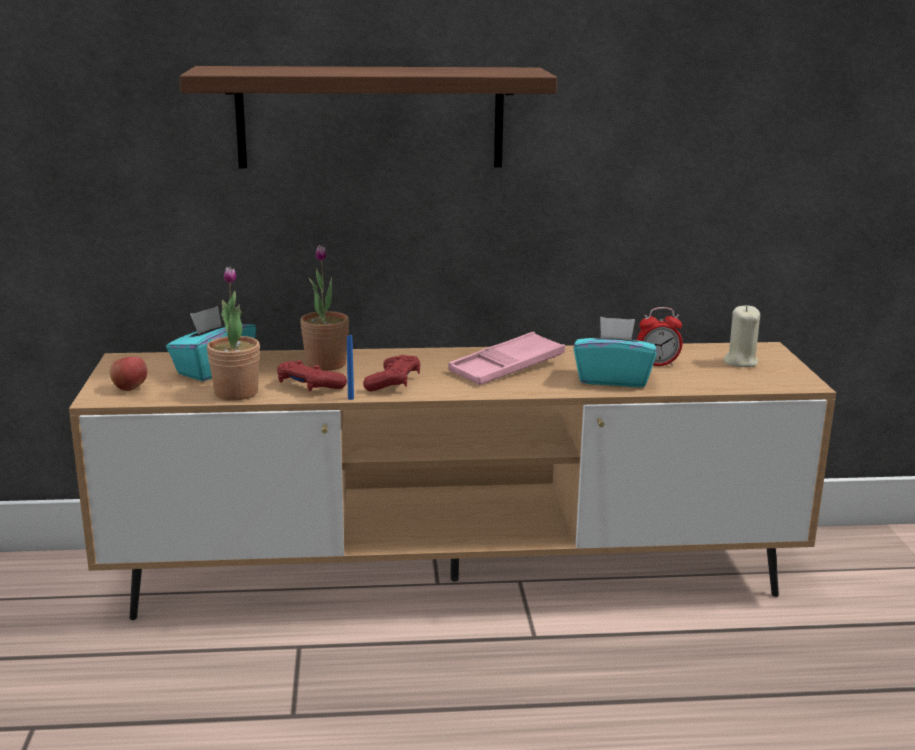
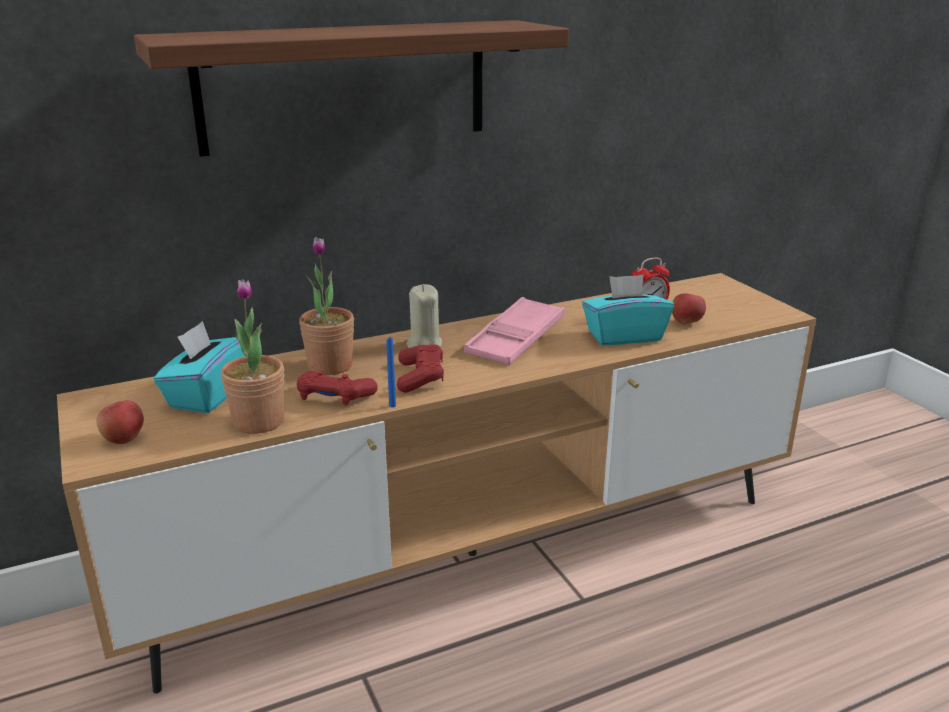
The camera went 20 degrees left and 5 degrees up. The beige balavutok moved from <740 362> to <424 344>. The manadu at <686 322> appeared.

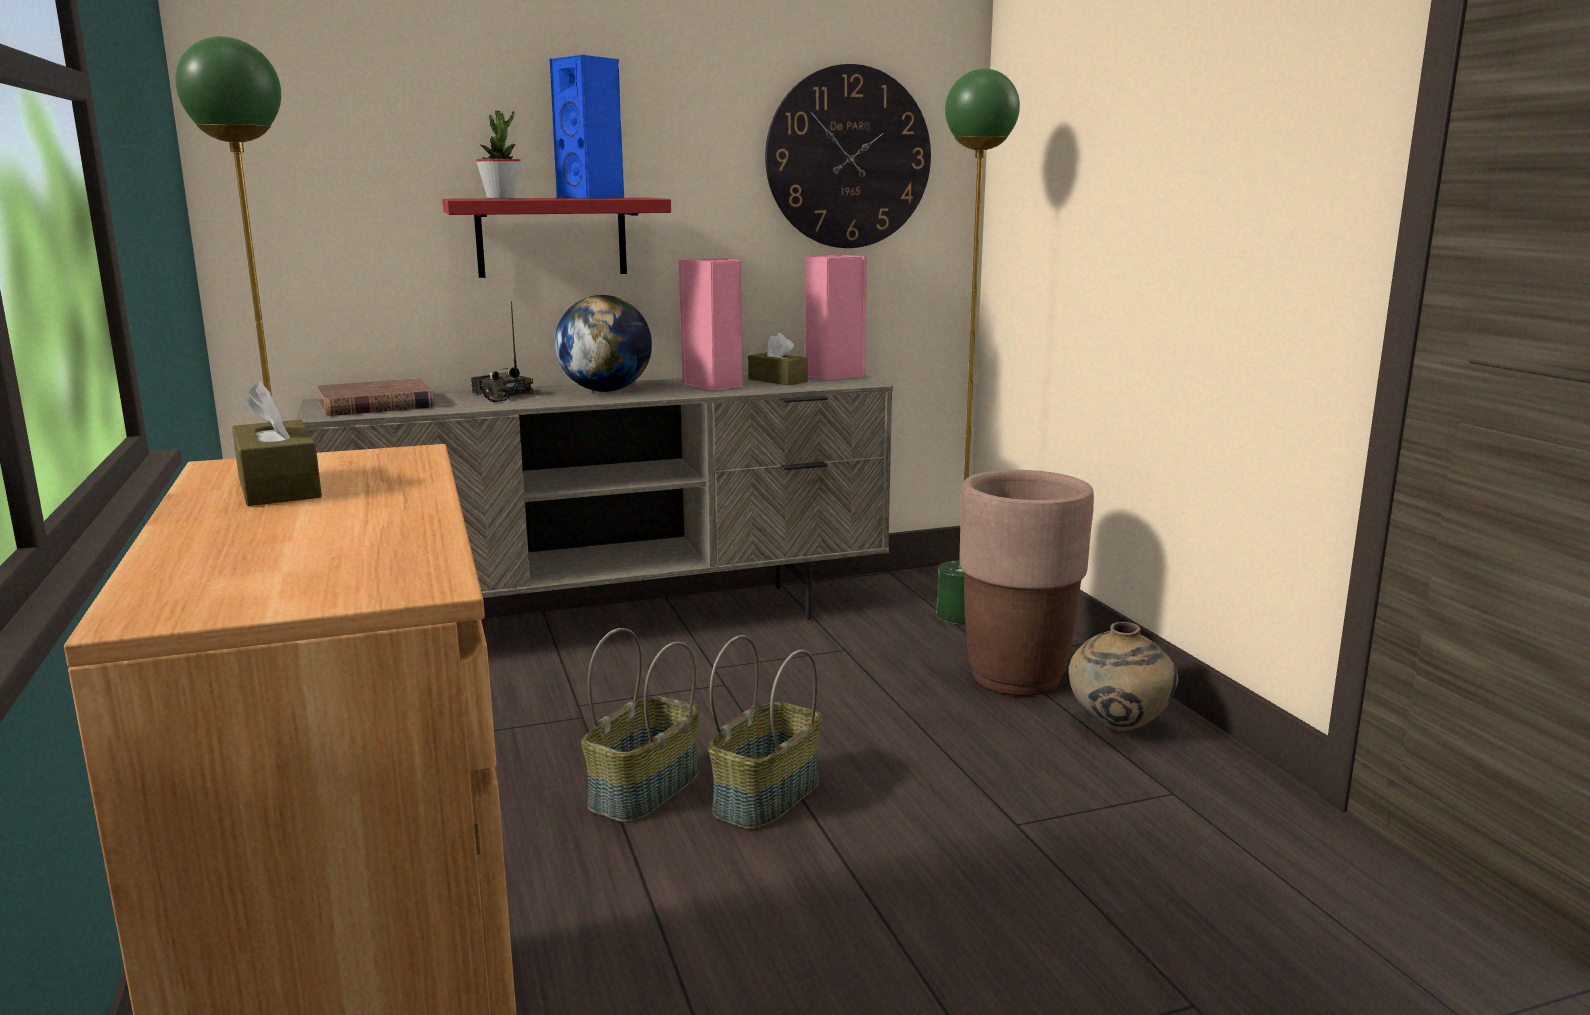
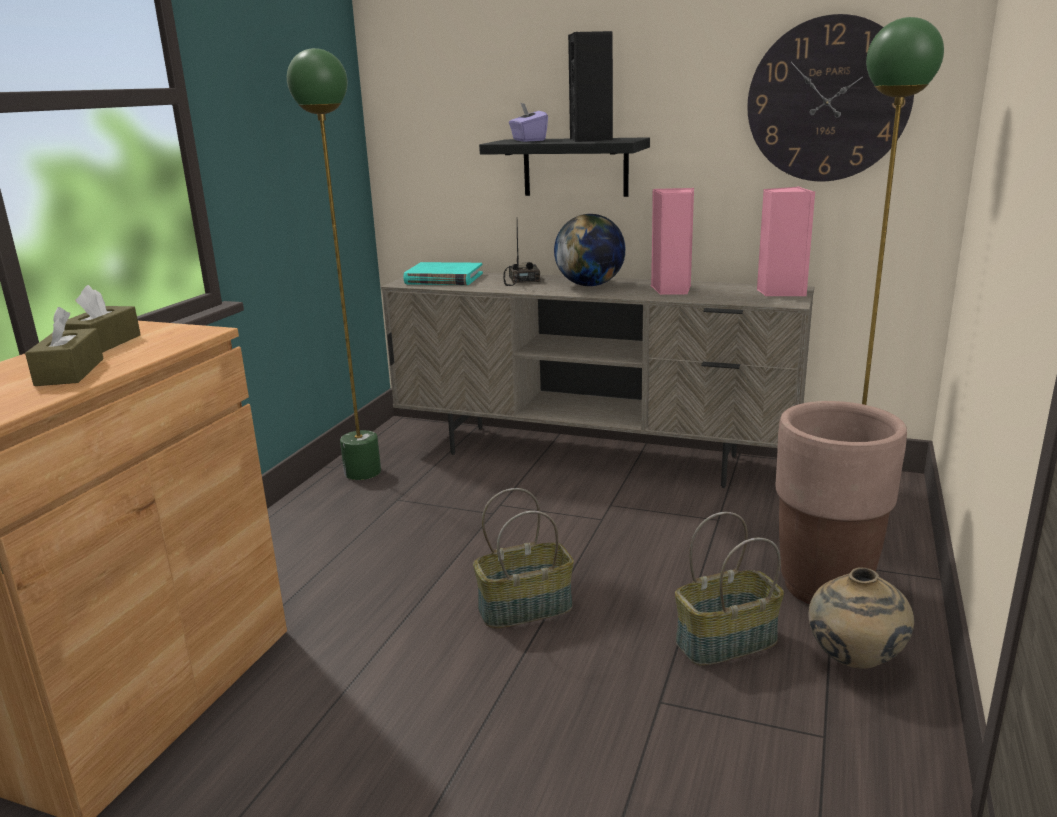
The camera went 40 degrees right and 5 degrees up. The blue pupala at <593 197> became the black pupala at <591 140>. The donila at <501 198> was replaced by the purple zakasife at <528 140>. The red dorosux at <551 237> became the black dorosux at <575 167>. The brown zakasife moved from <777 380> to <70 372>. The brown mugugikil at <376 404> became the turquoise mugugikil at <443 278>. The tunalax moved from <645 791> to <726 643>.

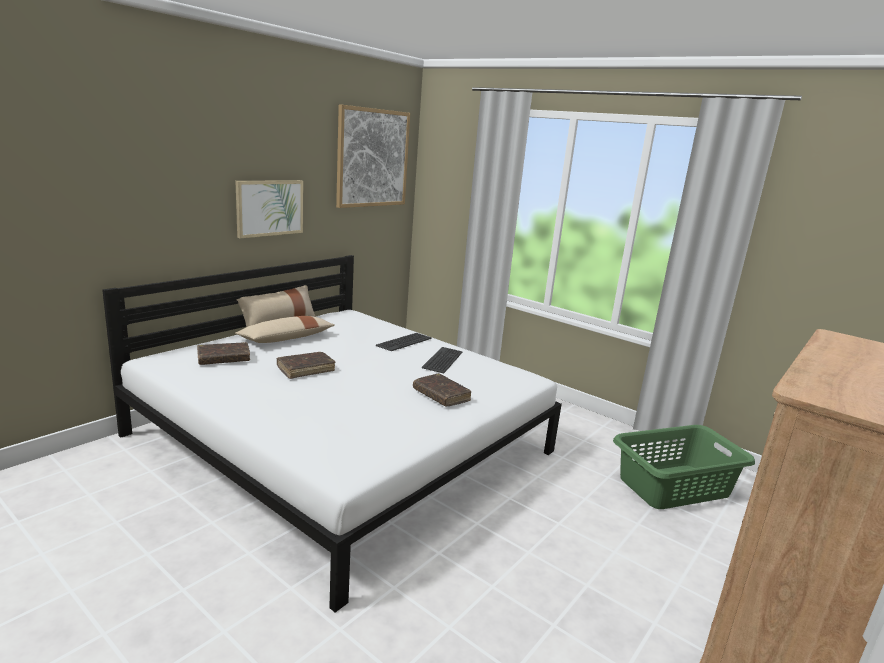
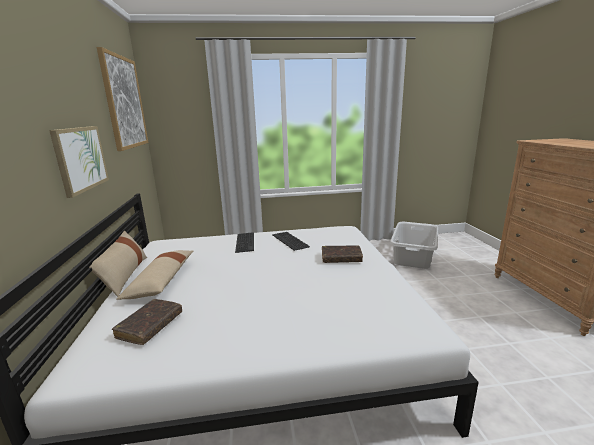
The camera went 45 degrees left and 0 degrees up. The brown mugugikil at <305 369> disappeared. The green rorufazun at <675 487> became the grey rorufazun at <413 256>.

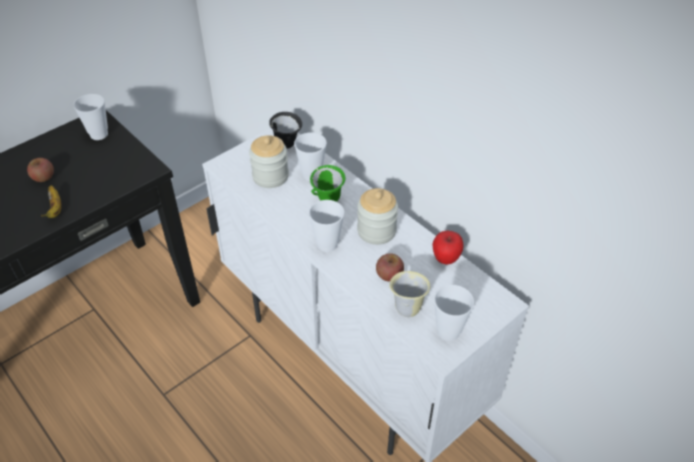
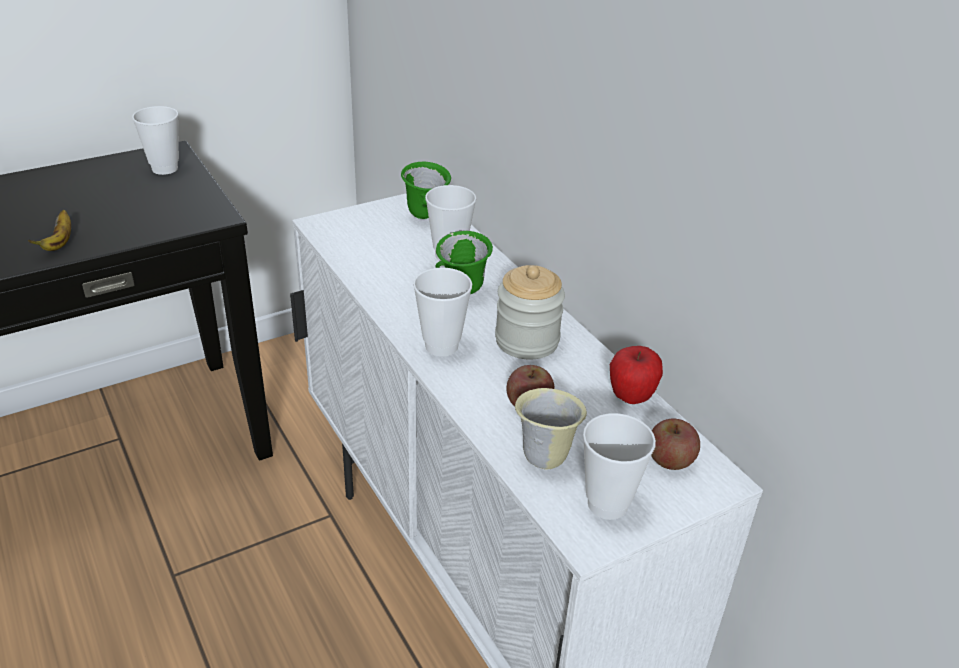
The camera went 10 degrees right and 10 degrees down. The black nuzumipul at <287 146> became the green nuzumipul at <426 216>. The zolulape at <270 176> disappeared. The manadu moved from <43 177> to <670 460>.

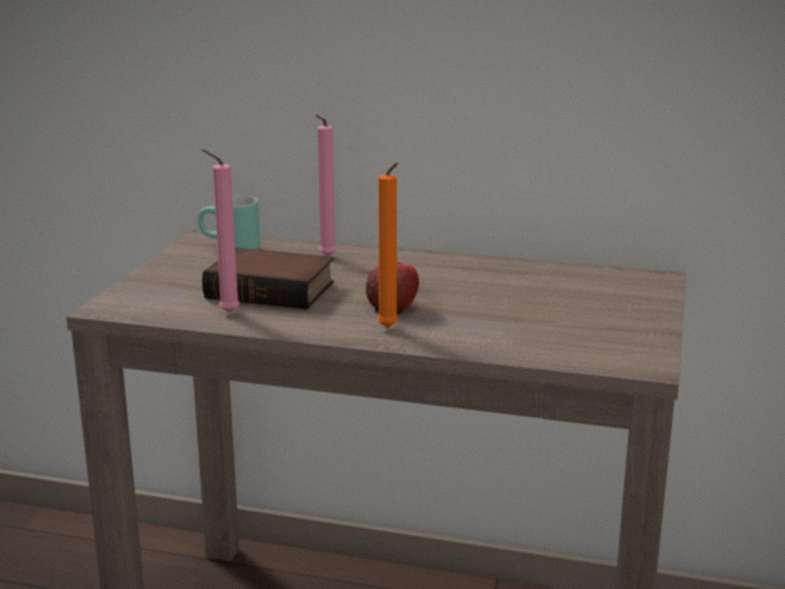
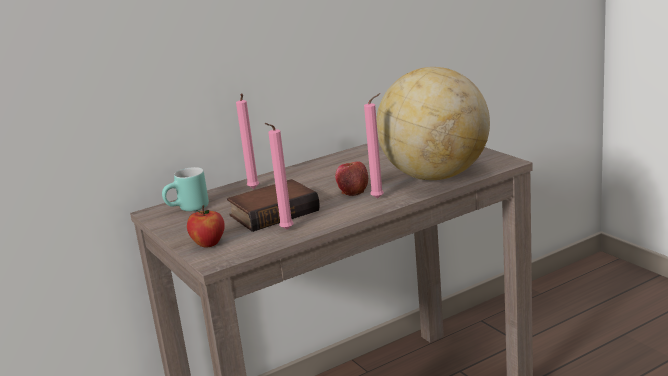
The camera went 45 degrees left and 0 degrees up. The orange balavutok at <389 329> became the pink balavutok at <379 198>. The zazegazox at <435 176> appeared. The manadu at <208 244> appeared.

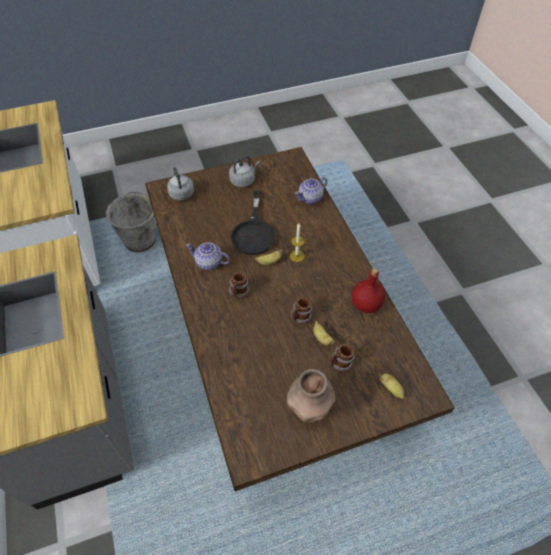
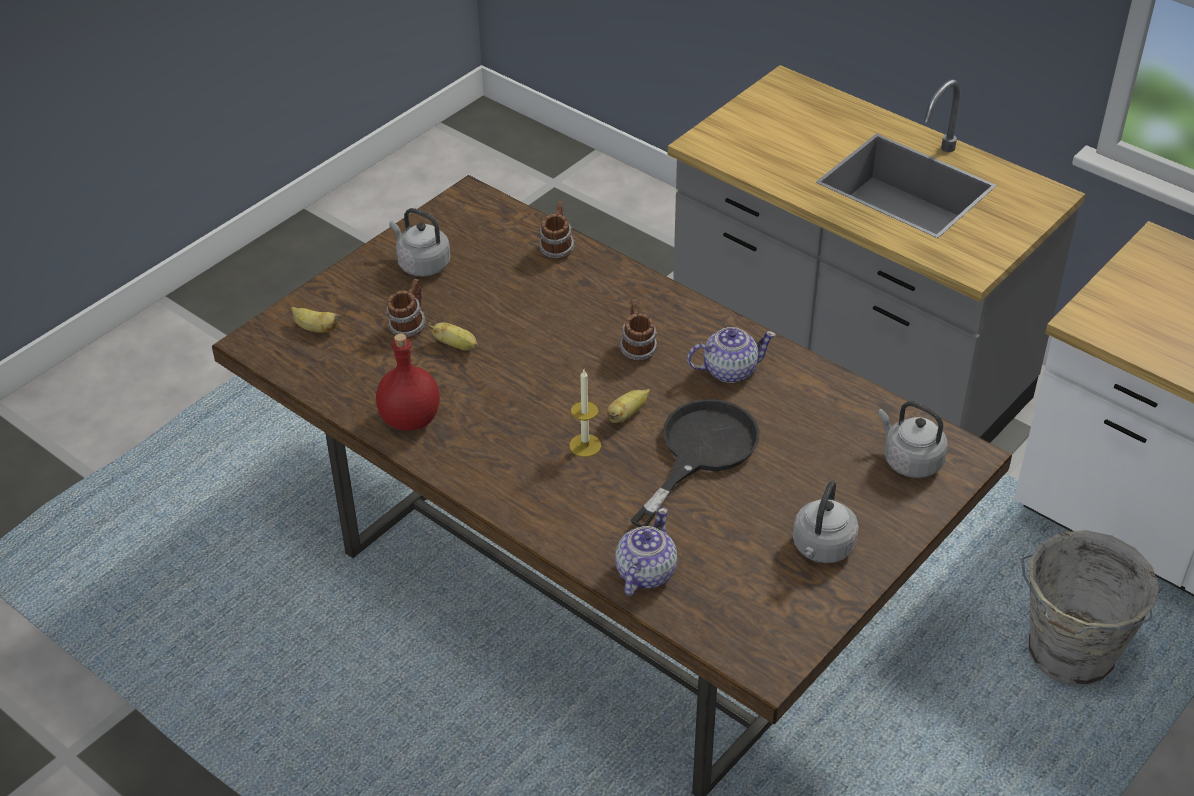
The camera went 150 degrees right and 10 degrees down. The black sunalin at <253 232> turned 60 degrees clockwise. The nuzumipul moved from <300 318> to <556 249>. The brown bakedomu at <309 410> was replaced by the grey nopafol at <421 264>.

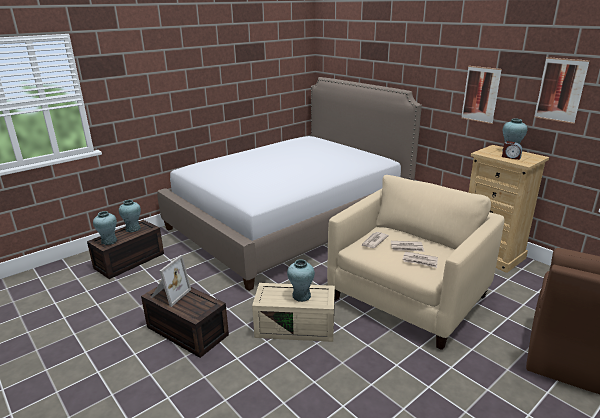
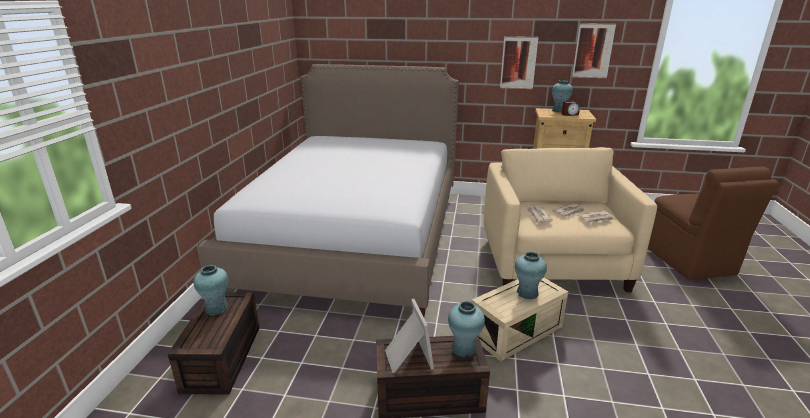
The camera went 40 degrees left and 0 degrees up. The turquoise bakedomu moved from <109 241> to <464 348>.

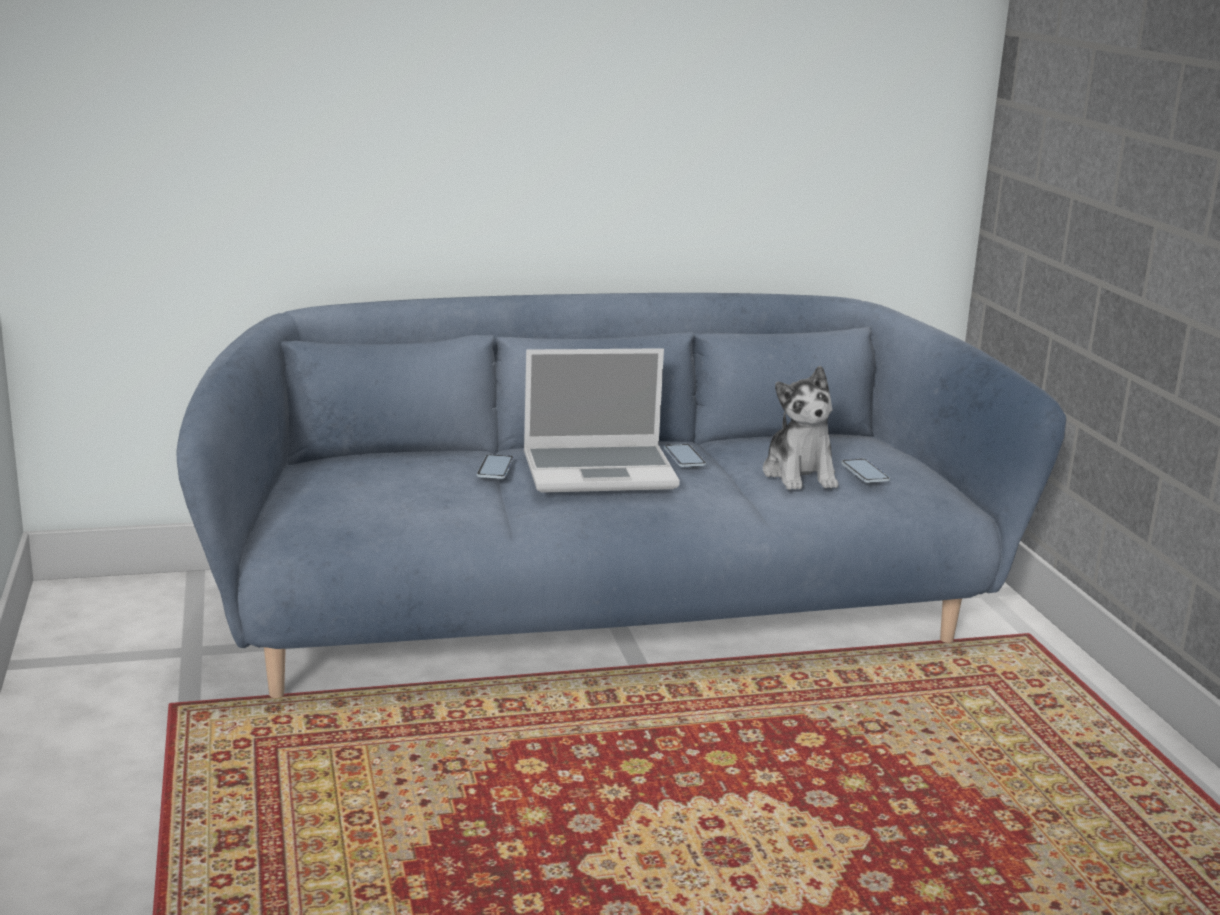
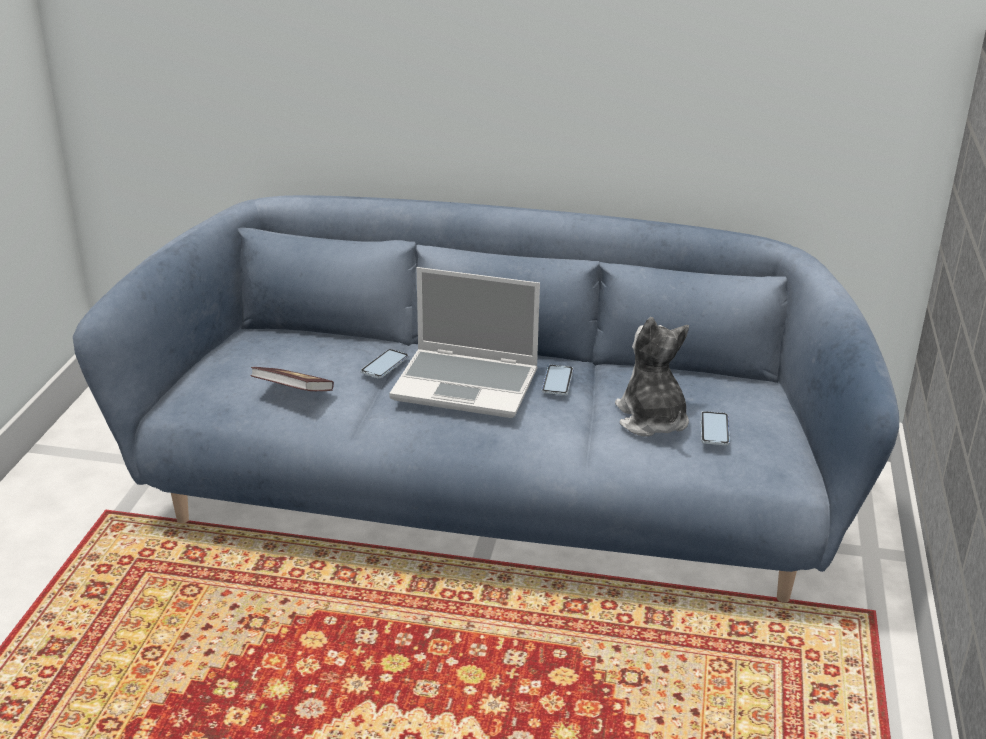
The camera went 25 degrees right and 10 degrees up. The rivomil at <800 475> turned 150 degrees clockwise. The mugugikil at <293 393> appeared.

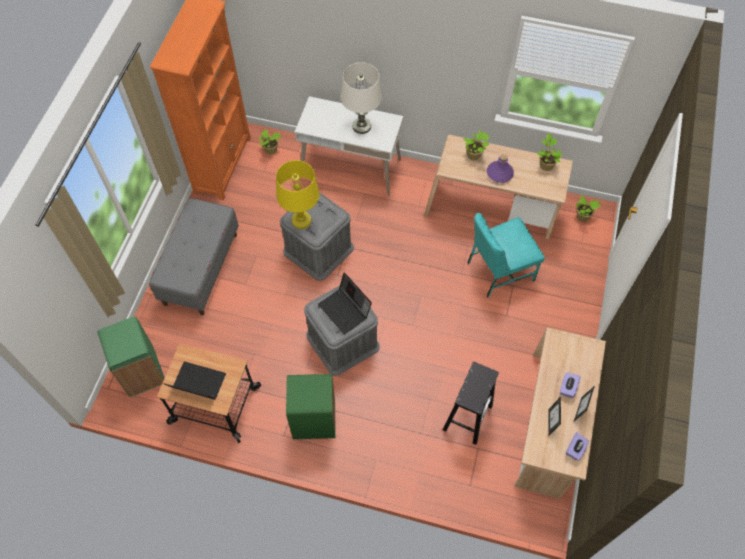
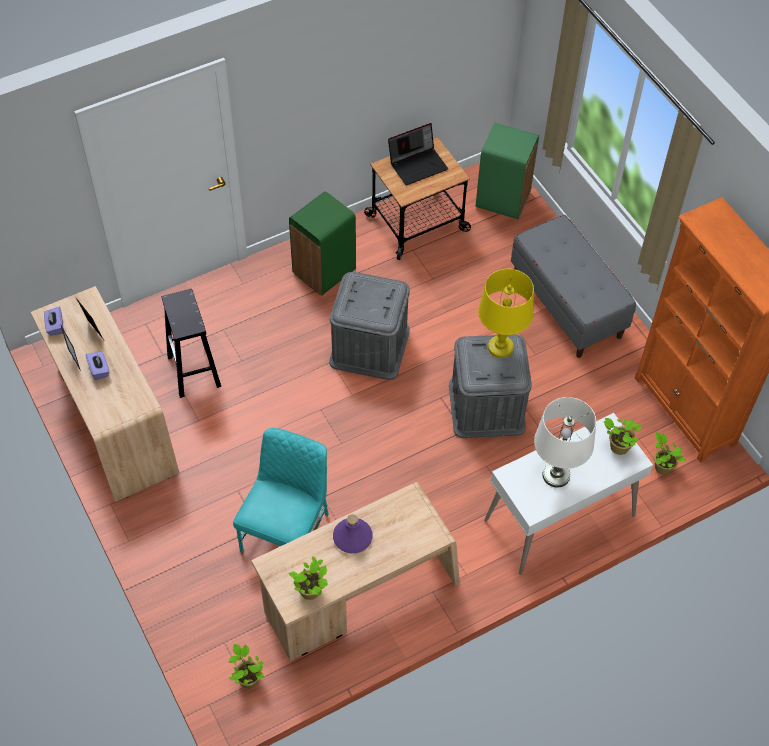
The camera went 135 degrees right and 5 degrees down. The donila moved from <474 156> to <617 447>. The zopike at <345 310> disappeared.

